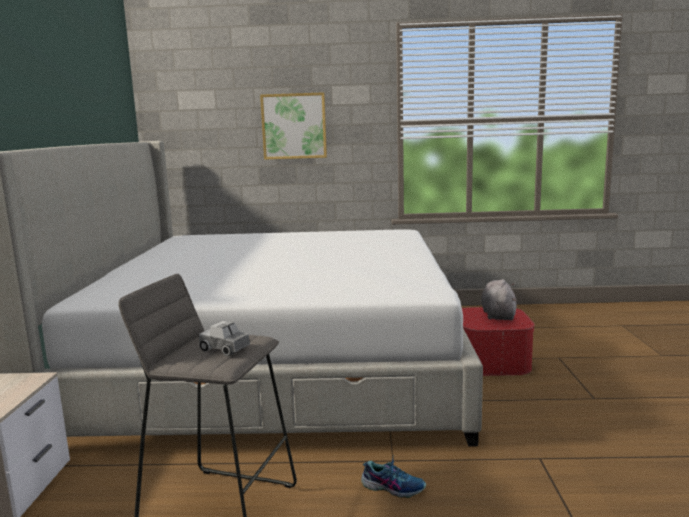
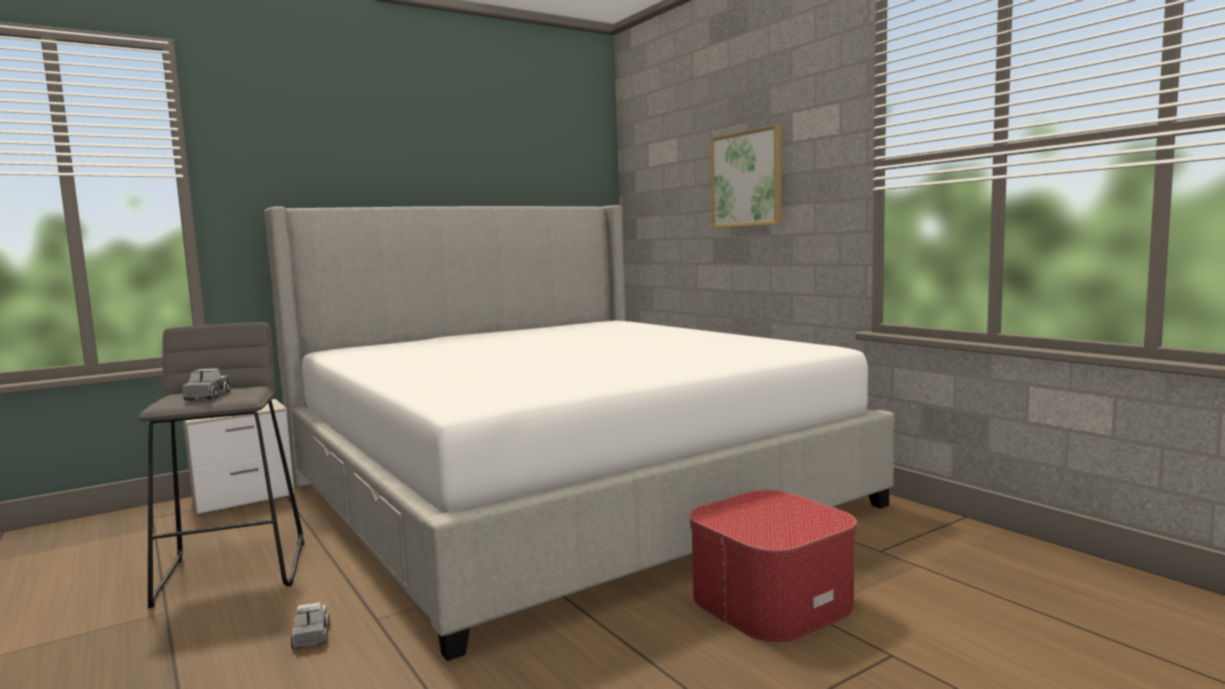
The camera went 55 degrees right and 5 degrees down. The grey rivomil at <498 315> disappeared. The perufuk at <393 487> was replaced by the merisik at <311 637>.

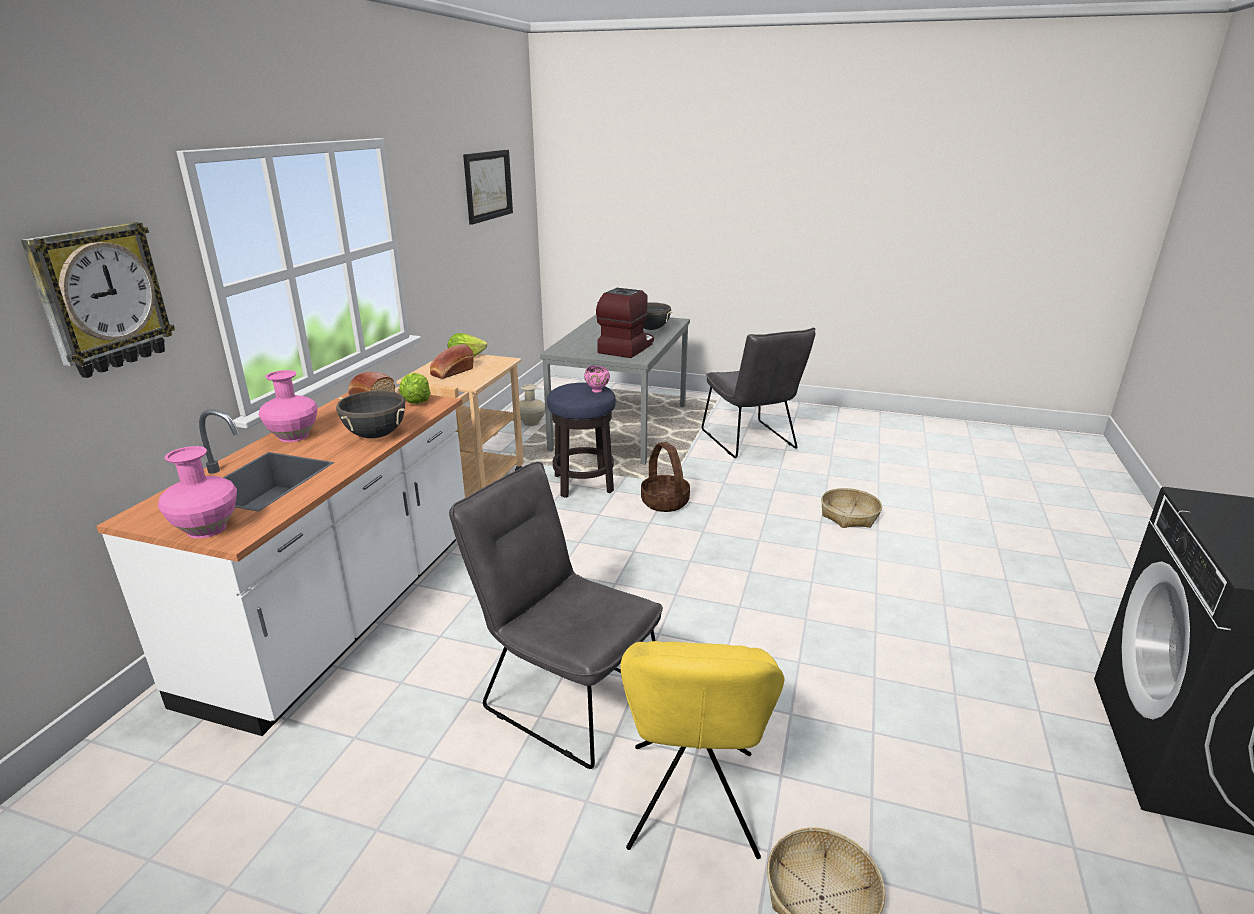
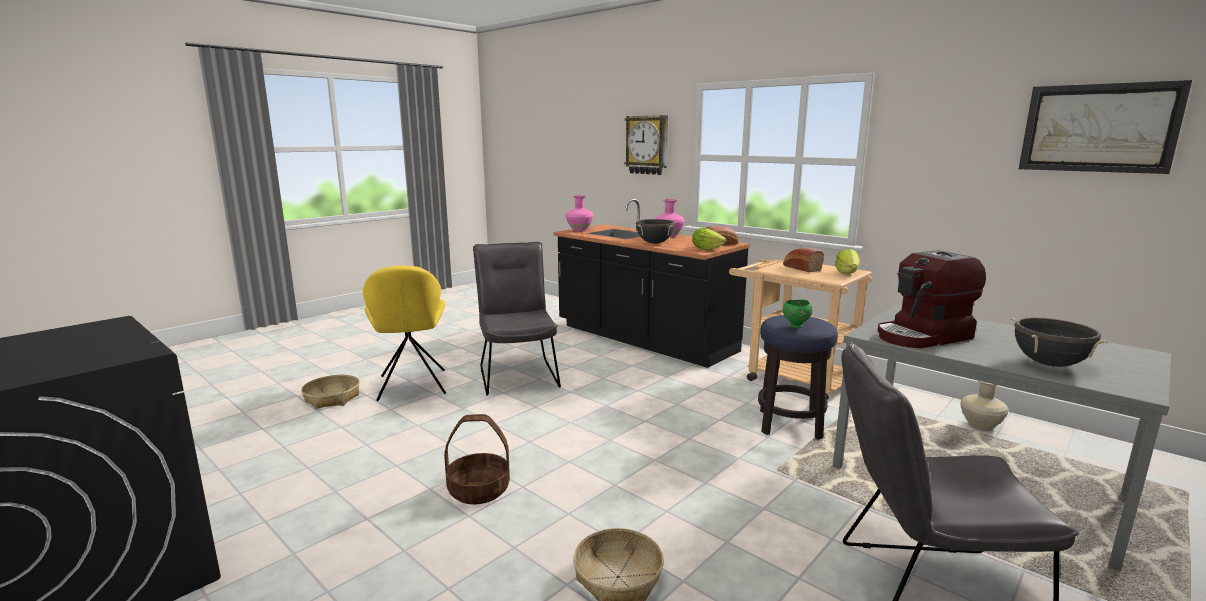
The camera went 115 degrees right and 10 degrees down. The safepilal at <626 348> turned 105 degrees clockwise. The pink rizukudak at <597 391> became the green rizukudak at <795 326>. The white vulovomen at <344 613> became the black vulovomen at <644 339>. The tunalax moved from <664 502> to <479 489>. The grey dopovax at <564 694> turned 75 degrees counterclockwise. The yellow dopovax at <692 805> turned 135 degrees counterclockwise.

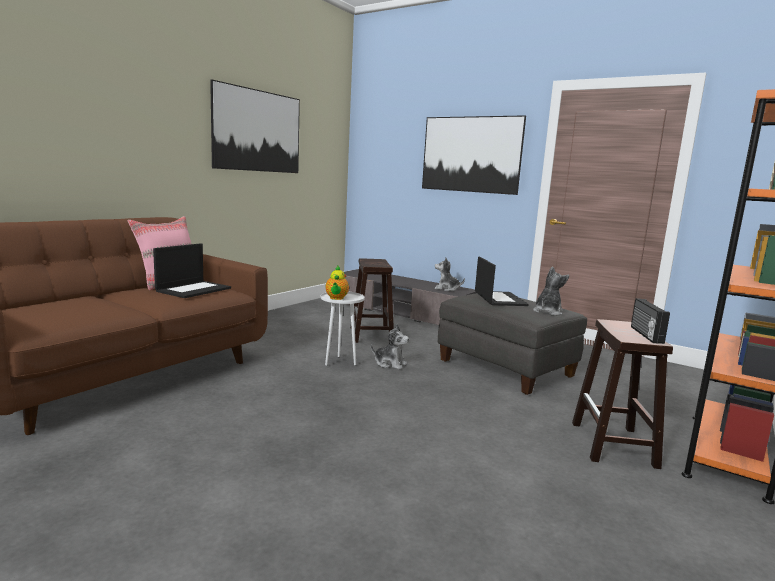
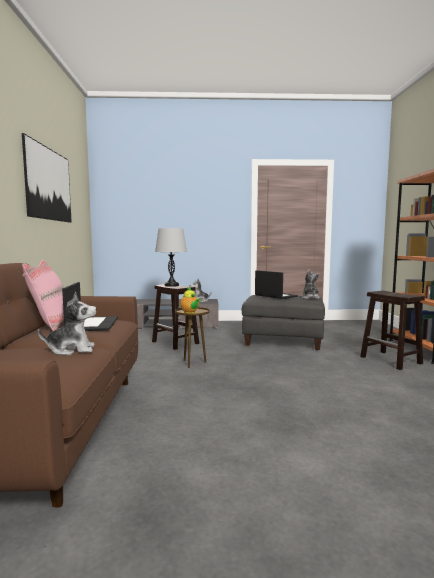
The camera went 35 degrees left and 5 degrees down. The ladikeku at <470 154> disappeared. The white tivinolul at <340 362> became the brown tivinolul at <193 363>. The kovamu at <645 334> disappeared. The rivomil moved from <390 364> to <71 350>. The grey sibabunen at <171 285> appeared.

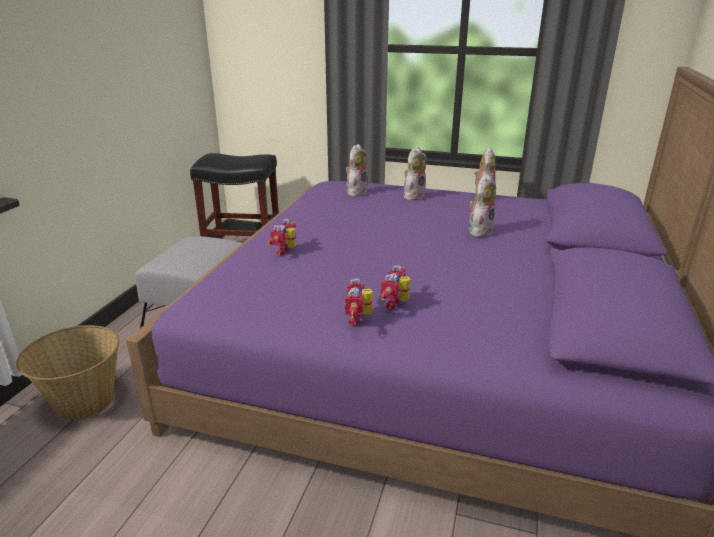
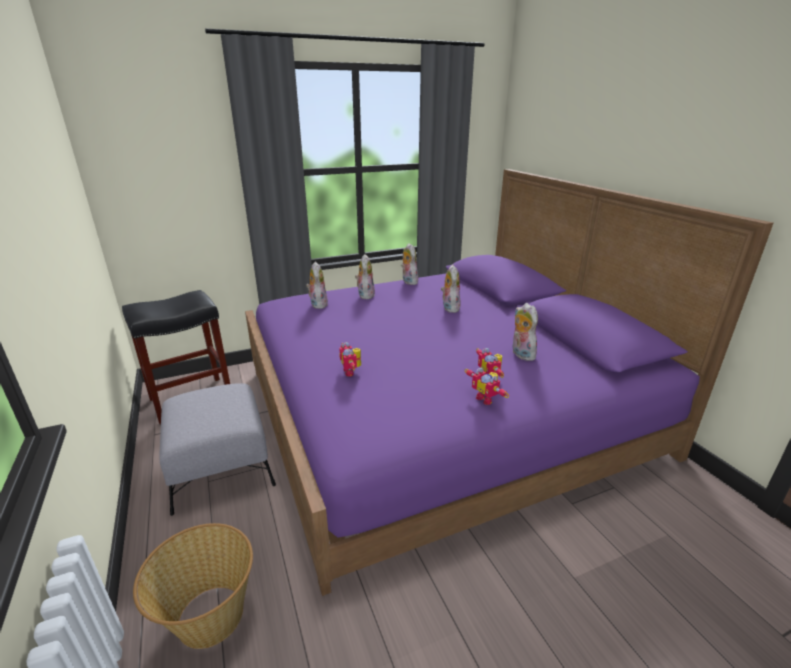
The camera went 40 degrees left and 0 degrees up. The rivomil at <521 354> appeared.

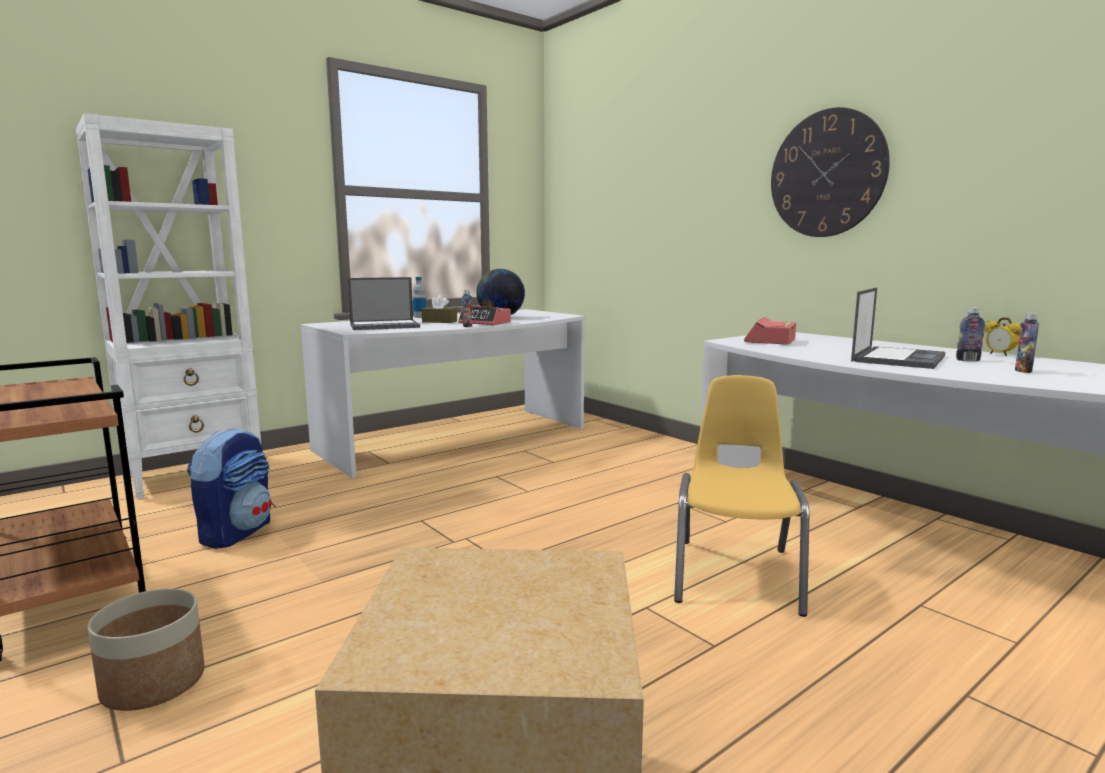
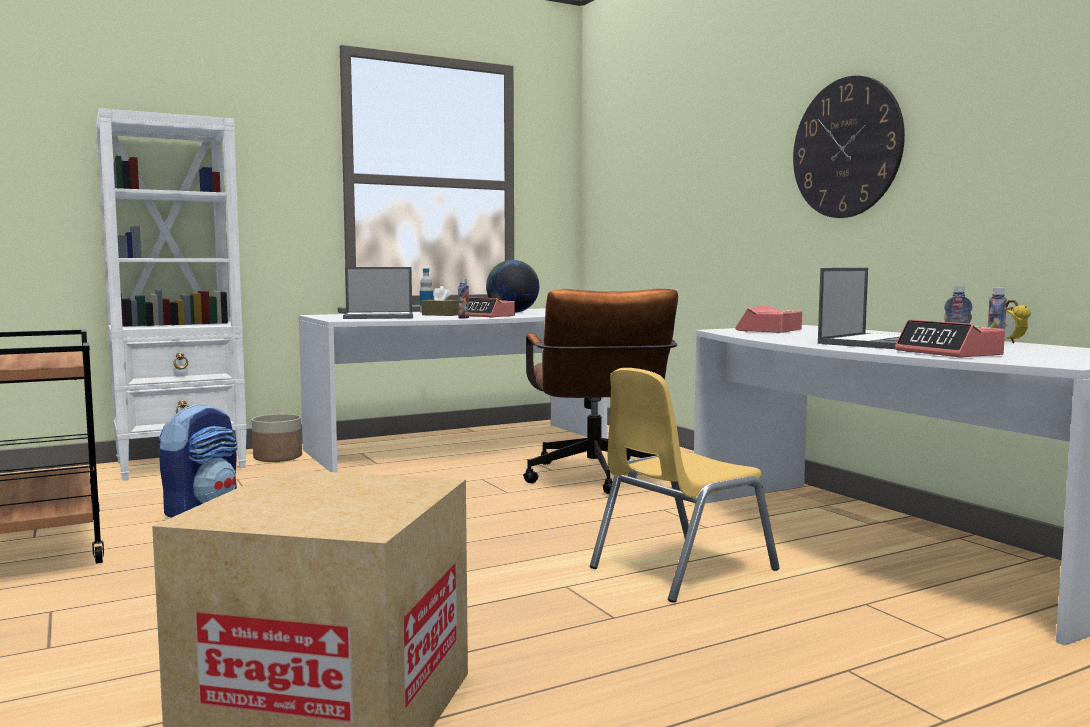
The camera went 10 degrees right and 5 degrees down. The yellow dopovax at <736 575> turned 150 degrees counterclockwise. The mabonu moved from <154 683> to <278 457>. The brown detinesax at <596 480> appeared. The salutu at <949 353> appeared.

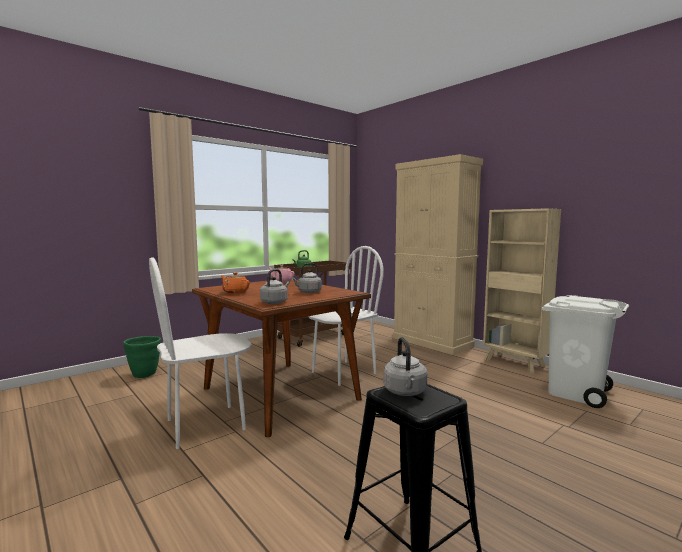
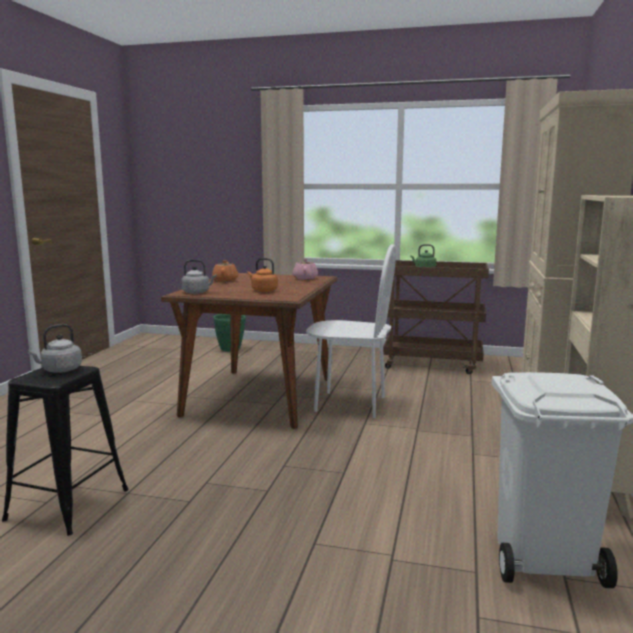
The camera went 55 degrees right and 5 degrees up. The white dopovax at <205 425> disappeared. The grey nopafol at <308 292> became the orange nopafol at <263 290>.

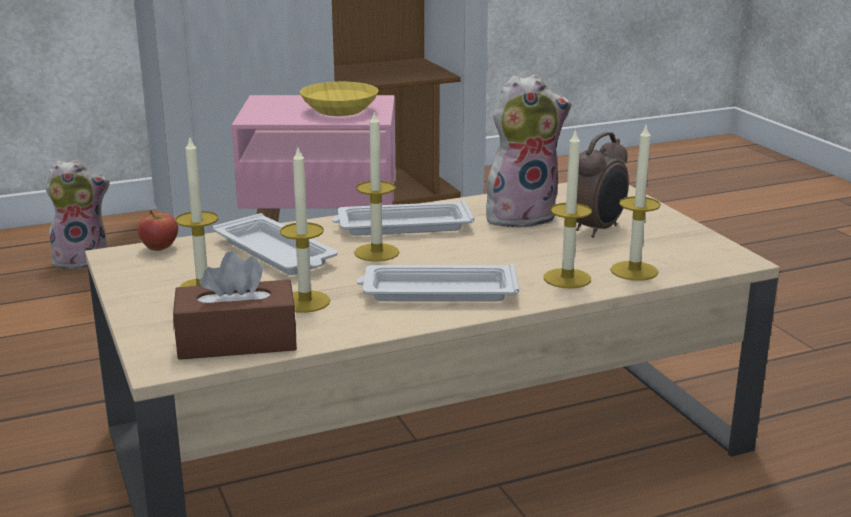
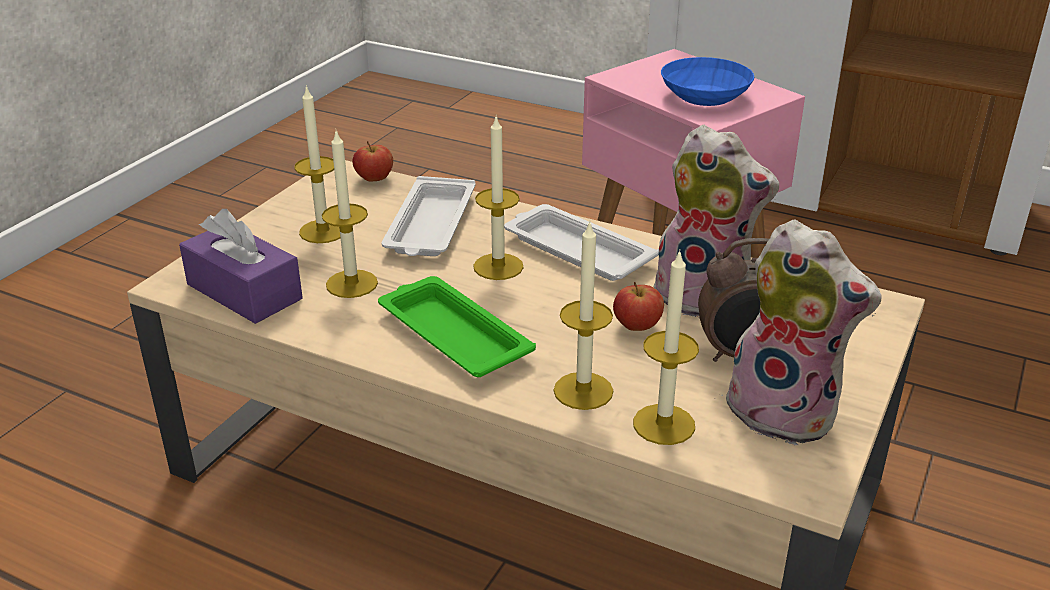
The camera went 50 degrees right and 10 degrees up. The yellow rizukudak at <339 110> became the blue rizukudak at <705 95>. The rivomil moved from <83 260> to <786 412>. The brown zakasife at <237 341> became the purple zakasife at <244 292>. The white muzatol at <436 292> became the green muzatol at <452 334>. The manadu at <637 326> appeared.

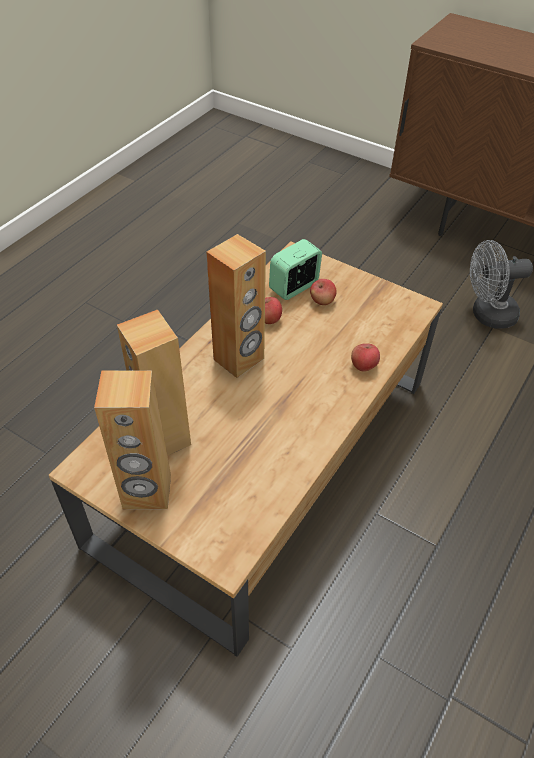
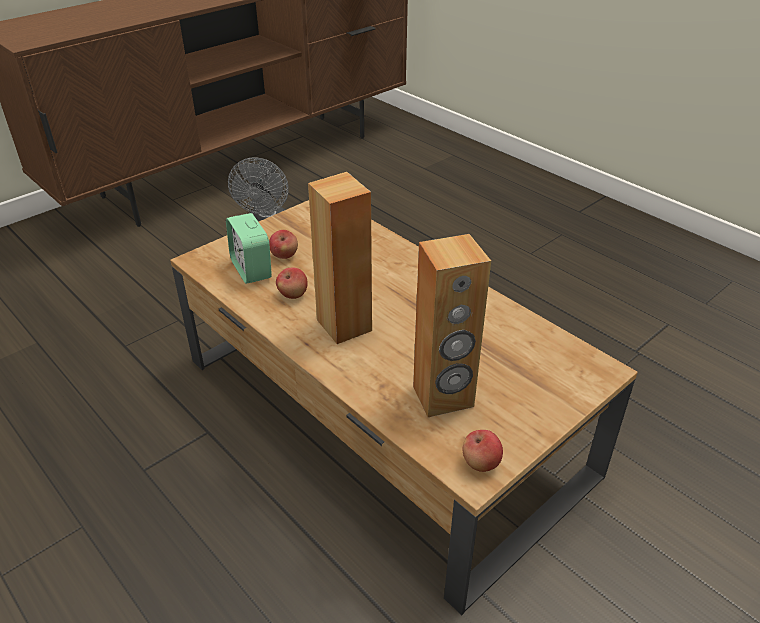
The camera went 75 degrees left and 10 degrees down. The manadu moved from <363 366> to <480 463>. The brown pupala at <147 492> disappeared.

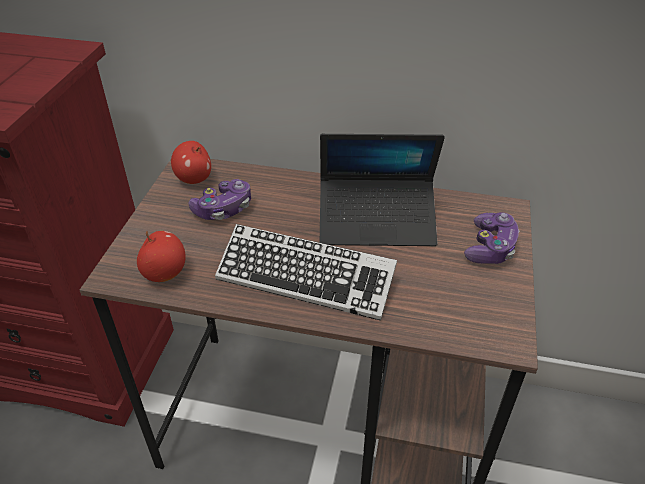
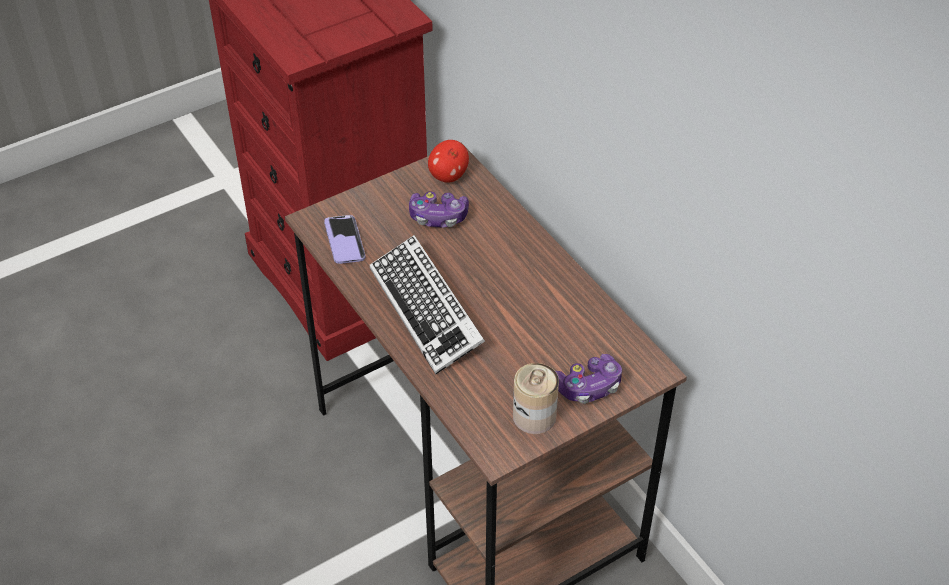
The camera went 45 degrees right and 5 degrees up. The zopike at <377 221> disappeared. The manadu at <165 273> was replaced by the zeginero at <344 241>. The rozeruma at <534 416> appeared.

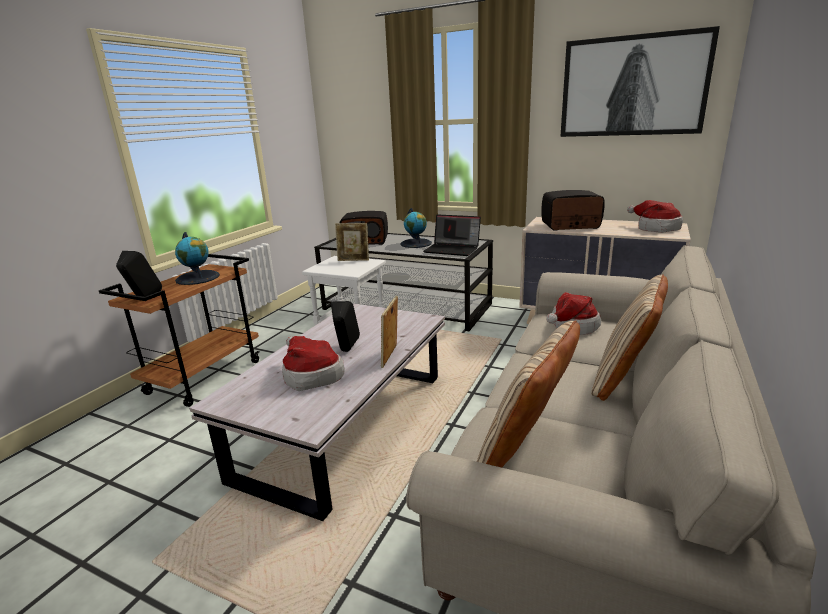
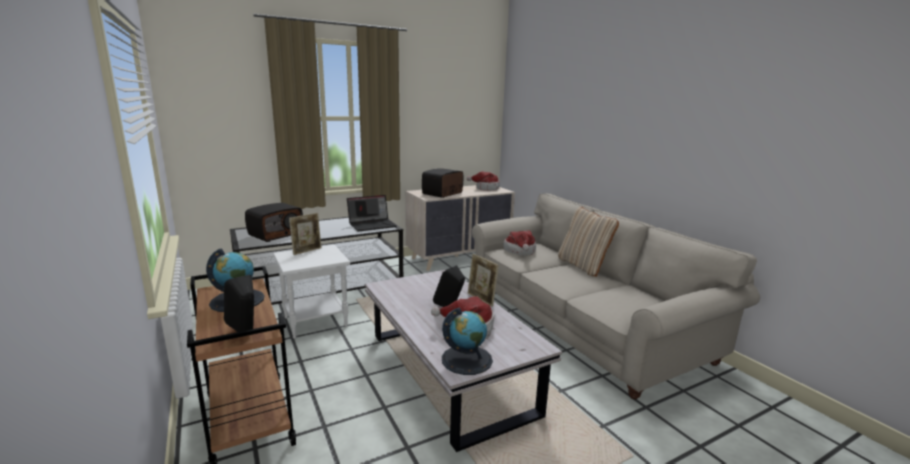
The camera went 55 degrees left and 5 degrees down. The ladikeku at <632 86> disappeared. The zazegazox moved from <416 243> to <467 359>. The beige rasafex at <525 451> disappeared.

